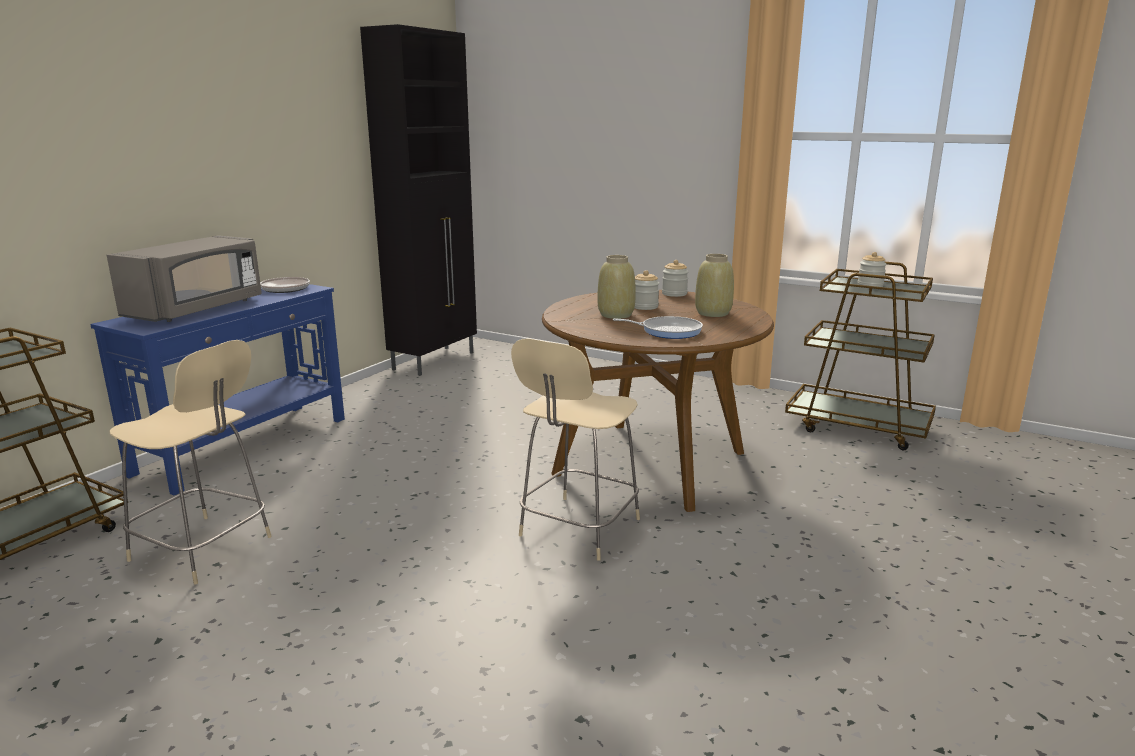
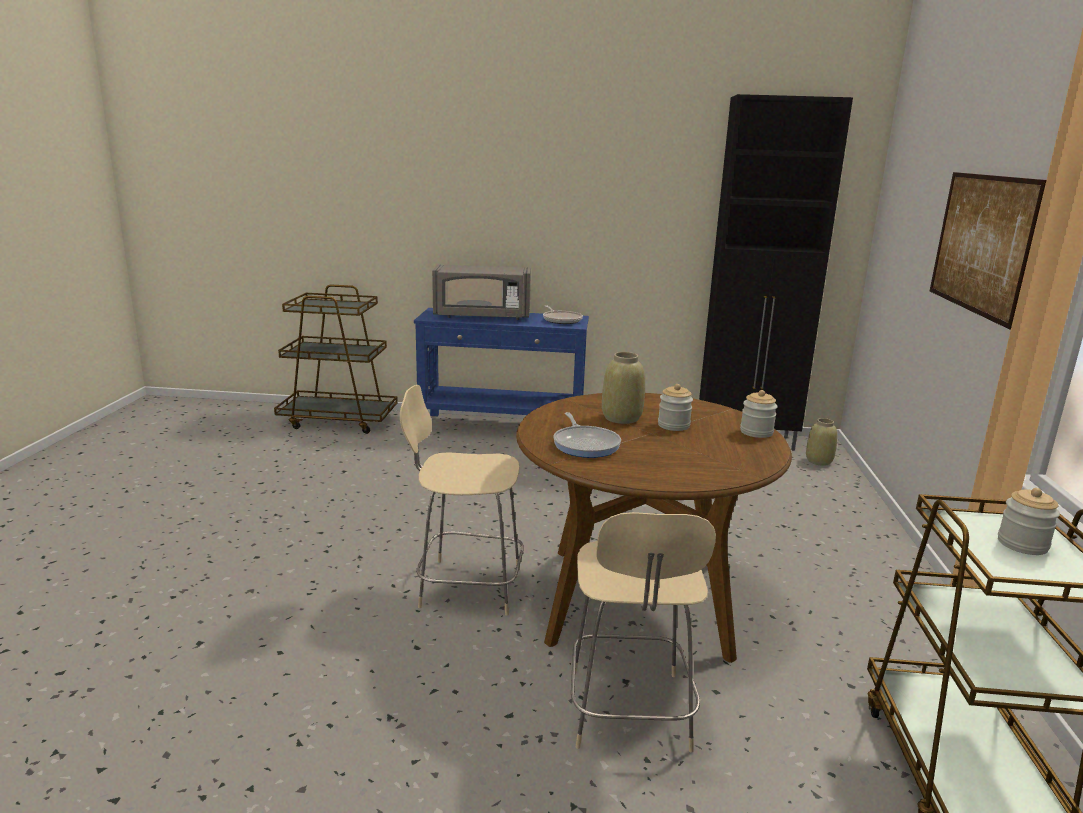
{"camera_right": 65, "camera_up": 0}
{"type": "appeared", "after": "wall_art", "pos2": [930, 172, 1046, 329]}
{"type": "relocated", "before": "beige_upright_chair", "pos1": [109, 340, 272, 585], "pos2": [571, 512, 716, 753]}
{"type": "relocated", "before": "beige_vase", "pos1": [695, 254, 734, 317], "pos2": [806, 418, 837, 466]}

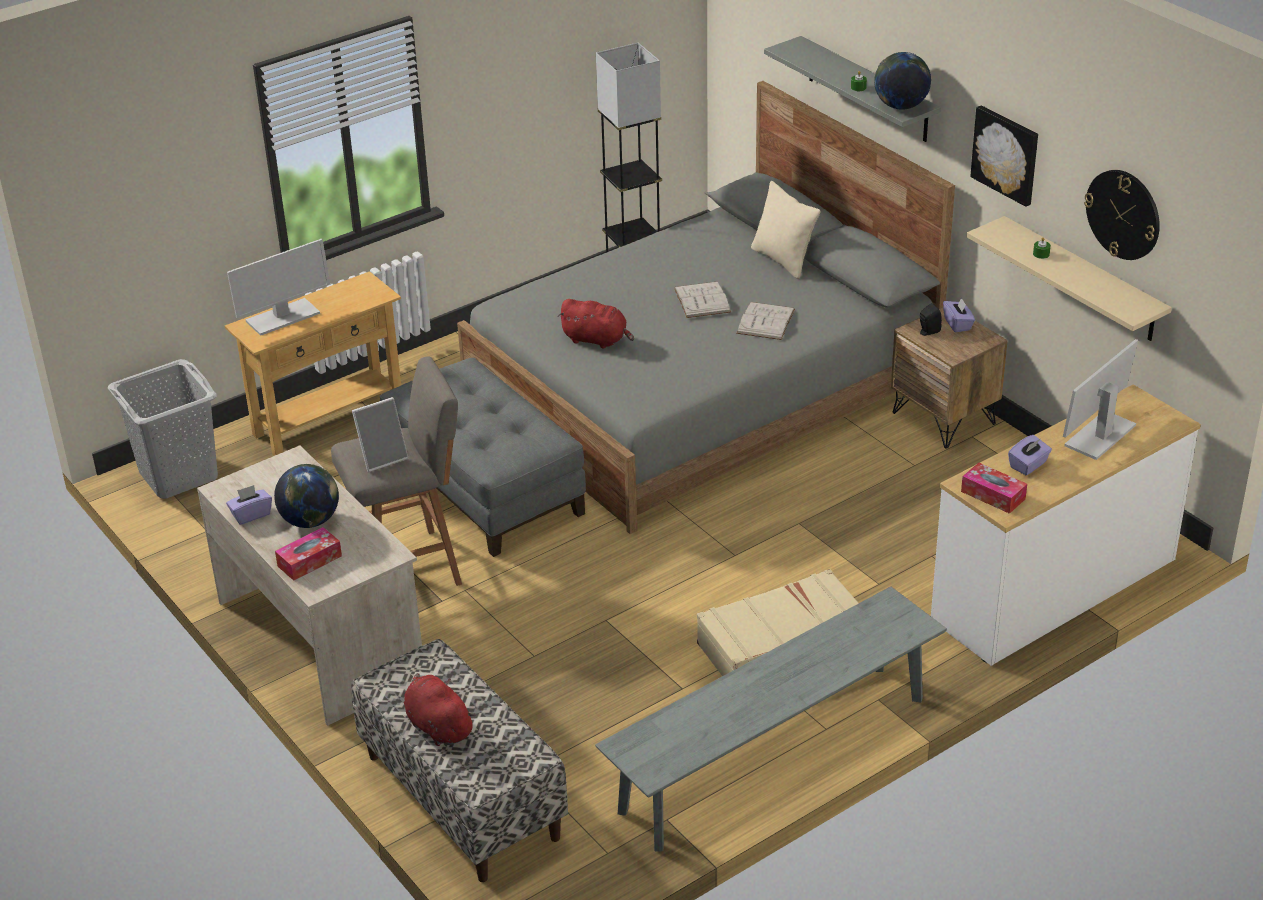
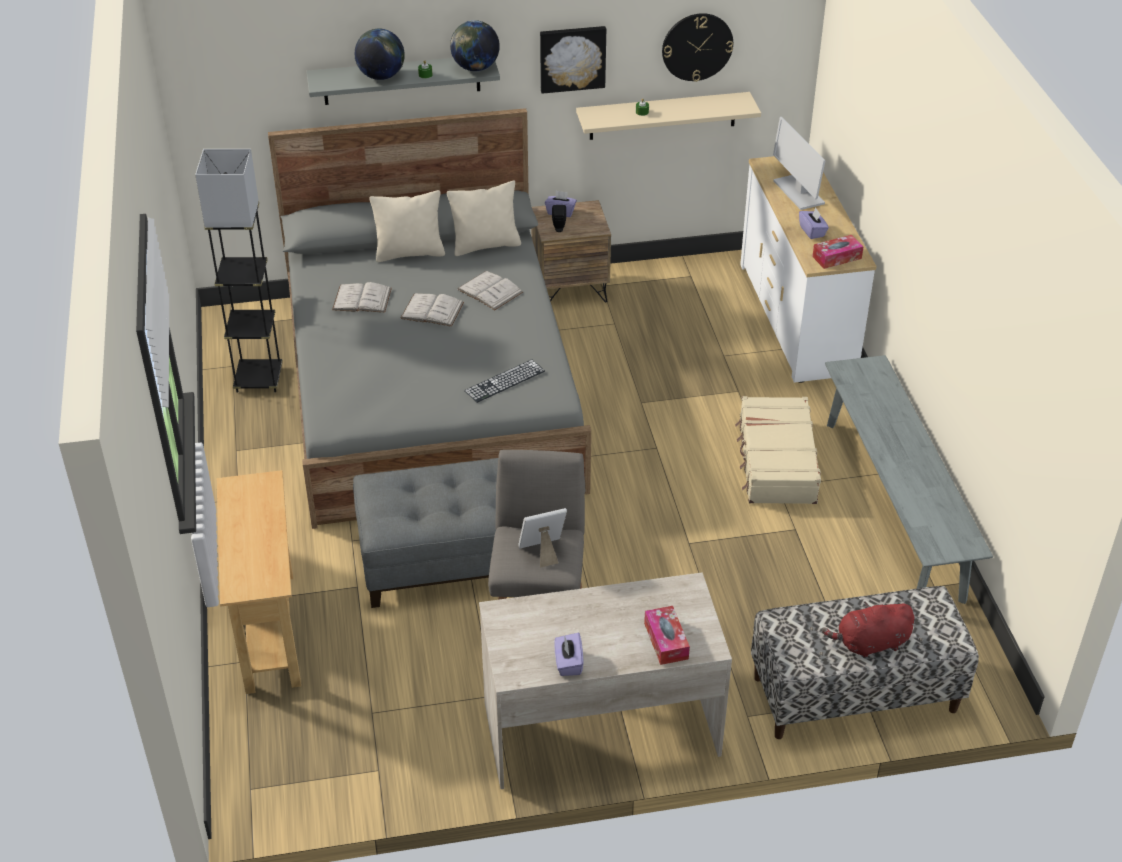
{"camera_right": -65, "camera_up": 5}
{"type": "missing", "before": "gray_hamper", "pos1": [108, 359, 218, 499]}
{"type": "missing", "before": "computer_screen", "pos1": [227, 239, 330, 336]}
{"type": "missing", "before": "reddish_soft_toy", "pos1": [558, 299, 634, 349]}
{"type": "appeared", "after": "white_book", "pos2": [332, 282, 392, 313]}
{"type": "appeared", "after": "beige_pillow", "pos2": [447, 181, 521, 256]}
{"type": "appeared", "after": "PC_keyboard", "pos2": [464, 359, 545, 403]}
{"type": "relocated", "before": "globe", "pos1": [274, 464, 339, 528], "pos2": [355, 29, 405, 80]}
{"type": "spun", "before": "photo_frame", "pos1": [352, 397, 408, 472], "pos2": [518, 508, 567, 568], "turn": -105}

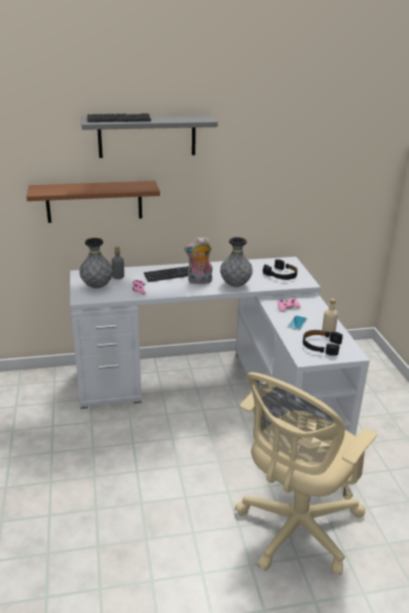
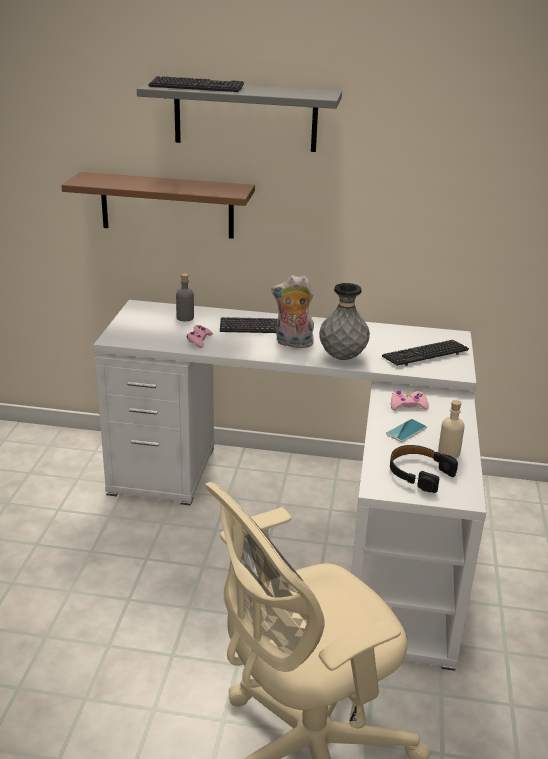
{"camera_right": 20, "camera_up": 0}
{"type": "missing", "before": "gray_vase", "pos1": [79, 238, 113, 288]}
{"type": "exchanged", "before": "black-coloured_headphones", "after": "PC_keyboard", "pos1": [263, 259, 297, 280], "pos2": [382, 340, 469, 366]}

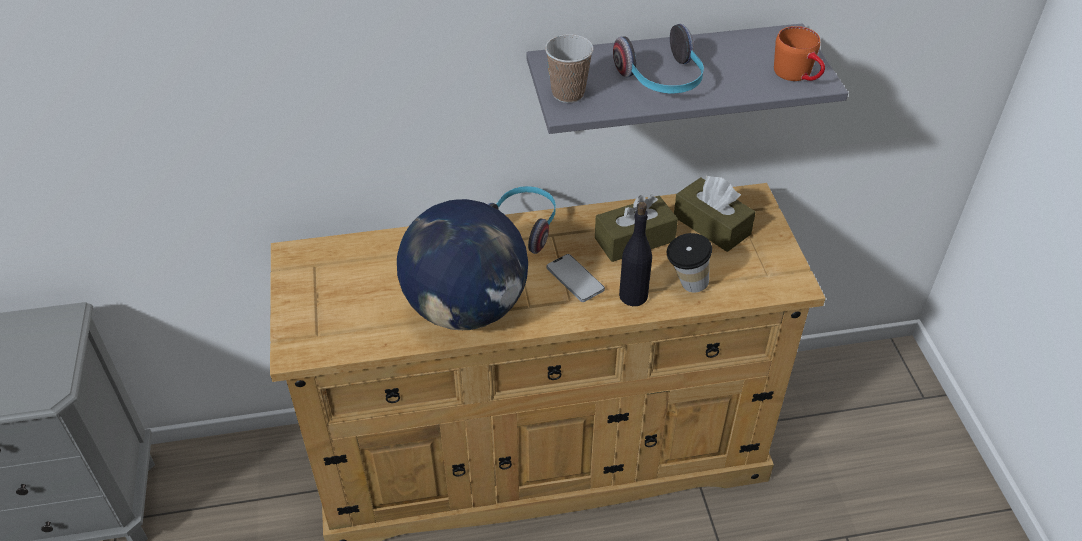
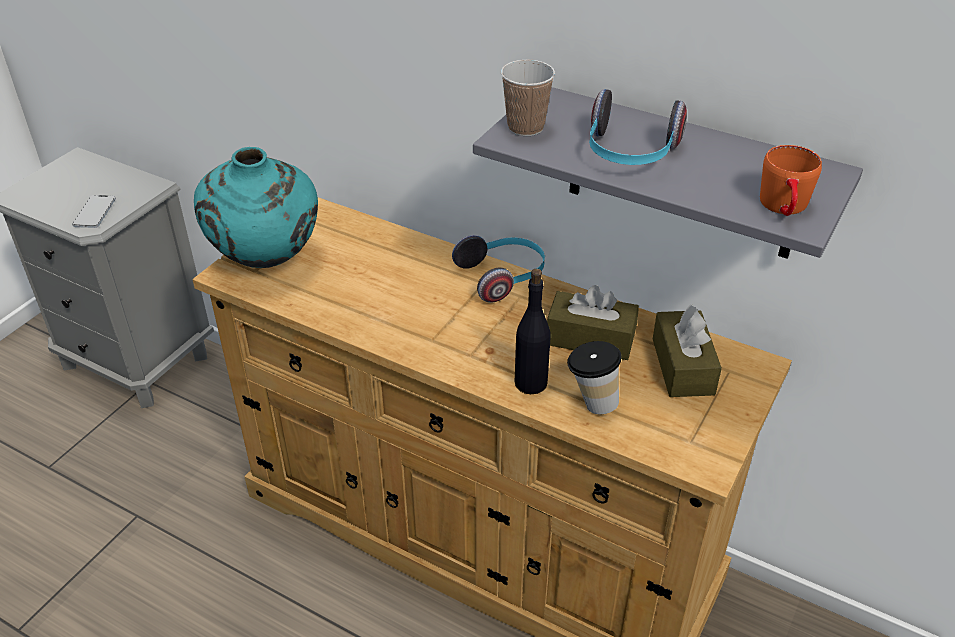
{"camera_right": 40, "camera_up": -5}
{"type": "missing", "before": "globe", "pos1": [397, 199, 528, 330]}
{"type": "appeared", "after": "turquoise_vase", "pos2": [194, 147, 318, 268]}
{"type": "relocated", "before": "phone", "pos1": [547, 254, 605, 302], "pos2": [72, 195, 116, 228]}

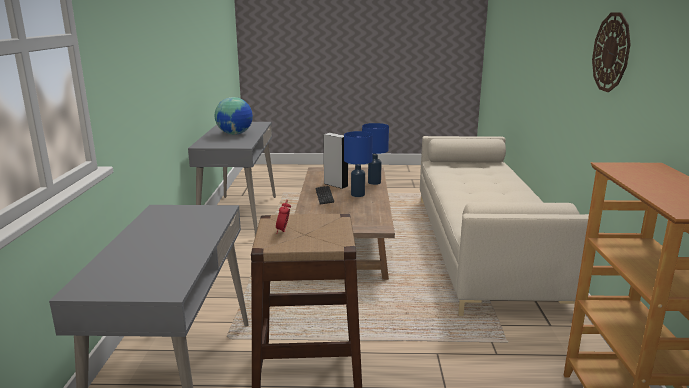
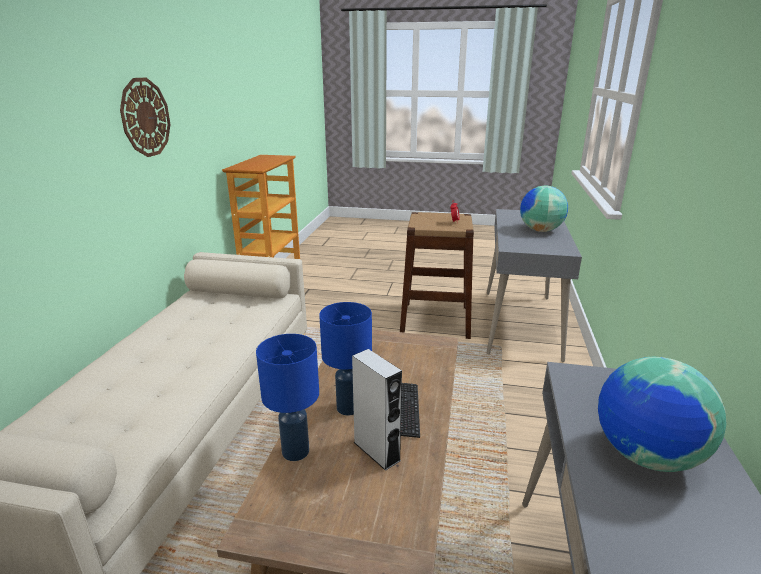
{"camera_right": -170, "camera_up": 5}
{"type": "appeared", "after": "globe", "pos2": [520, 186, 568, 232]}

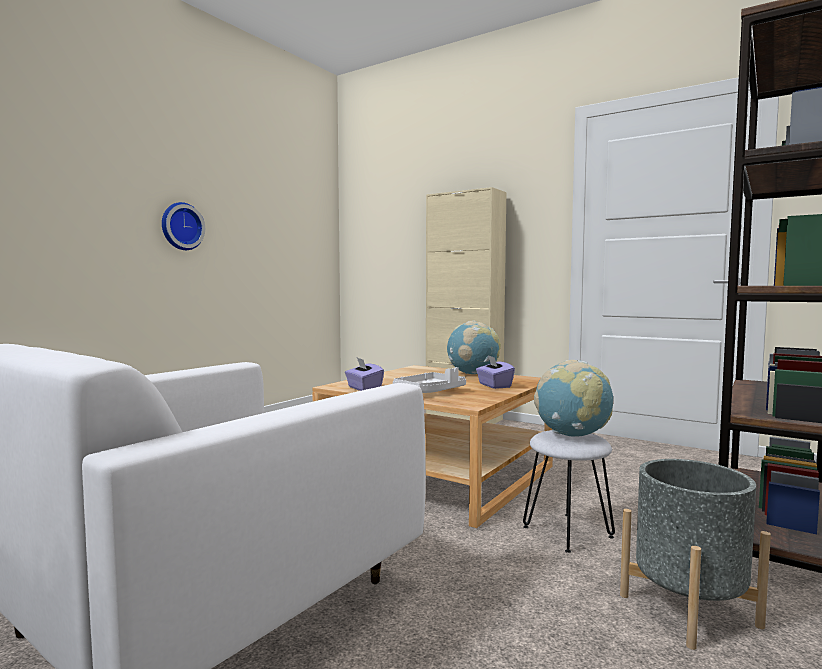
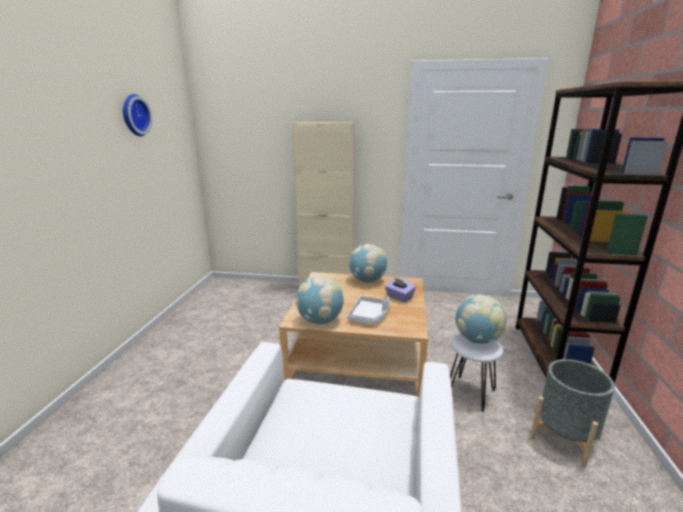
{"camera_right": -25, "camera_up": 15}
{"type": "relocated", "before": "wall_clock", "pos1": [162, 202, 205, 250], "pos2": [123, 94, 152, 136]}
{"type": "exchanged", "before": "purplish_box_of_tissues", "after": "globe", "pos1": [345, 358, 384, 391], "pos2": [295, 276, 343, 324]}

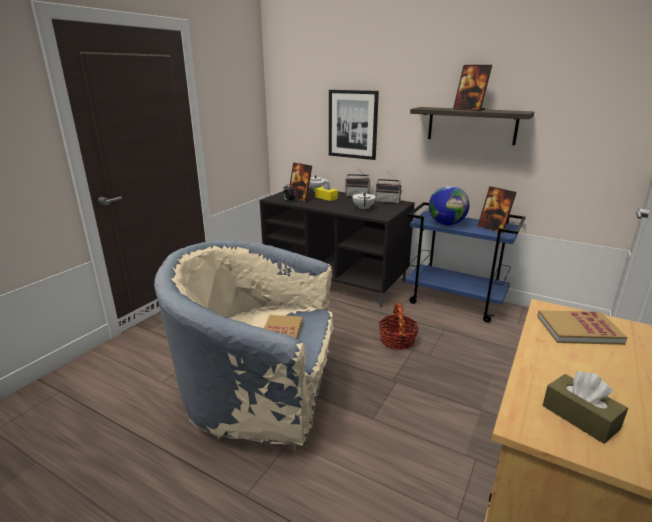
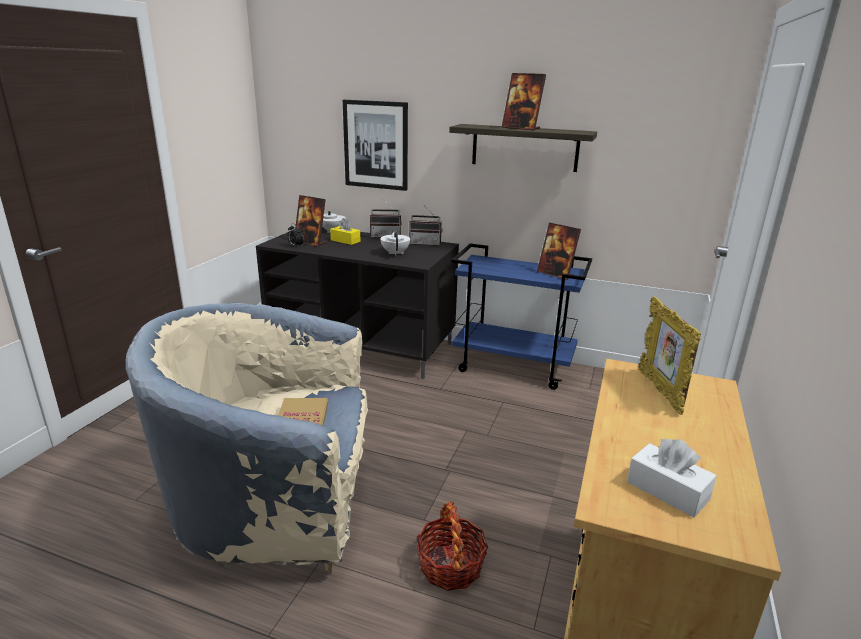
{"camera_right": -10, "camera_up": 0}
{"type": "missing", "before": "globe", "pos1": [429, 186, 470, 225]}
{"type": "relocated", "before": "household_basket", "pos1": [379, 303, 419, 350], "pos2": [416, 501, 488, 591]}
{"type": "exchanged", "before": "book", "after": "photo_frame", "pos1": [537, 310, 628, 345], "pos2": [638, 296, 701, 415]}
{"type": "colour", "before": "brown-coloured_box_of_tissues", "after": "white_box_of_tissues", "pos1": [543, 371, 628, 444], "pos2": [627, 439, 717, 518]}

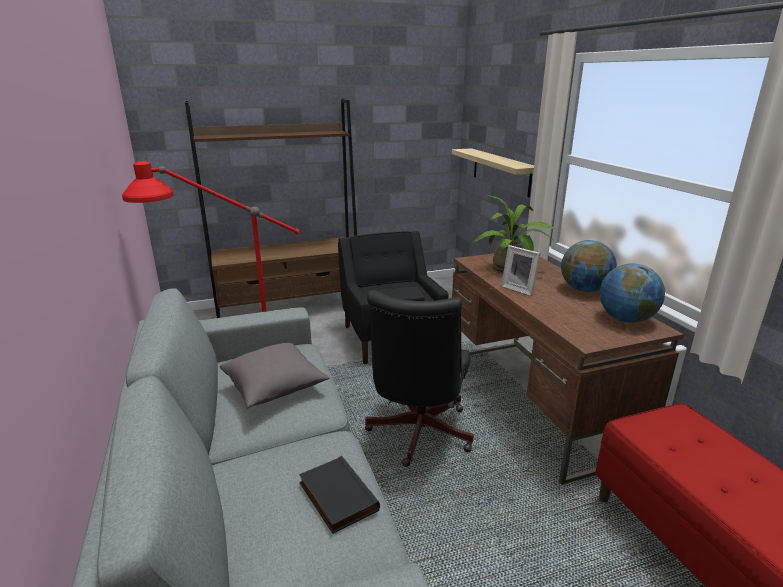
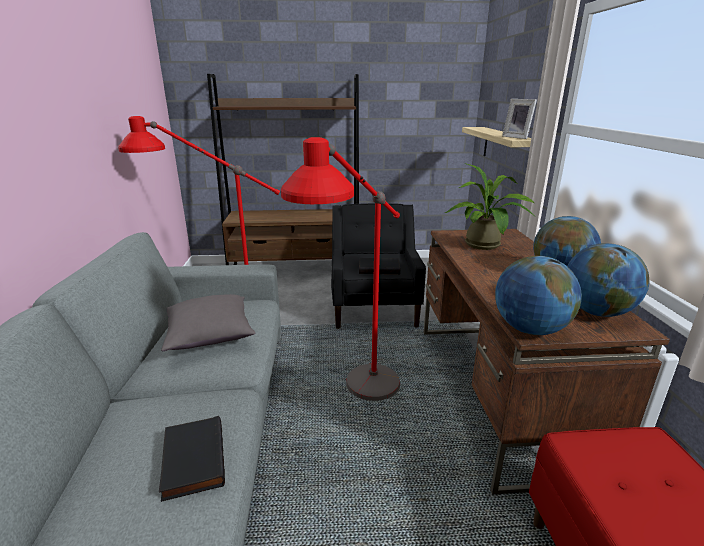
{"camera_right": 15, "camera_up": 0}
{"type": "appeared", "after": "globe", "pos2": [495, 256, 582, 335]}
{"type": "relocated", "before": "photo_frame", "pos1": [501, 245, 541, 296], "pos2": [502, 99, 537, 139]}
{"type": "exchanged", "before": "black-coloured_computer_chair", "after": "reddish_floor_lamp", "pos1": [365, 290, 474, 467], "pos2": [281, 137, 400, 401]}

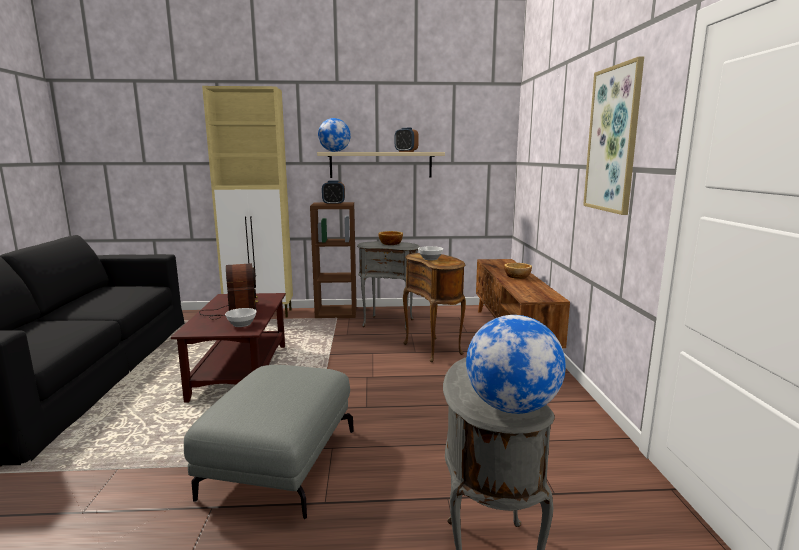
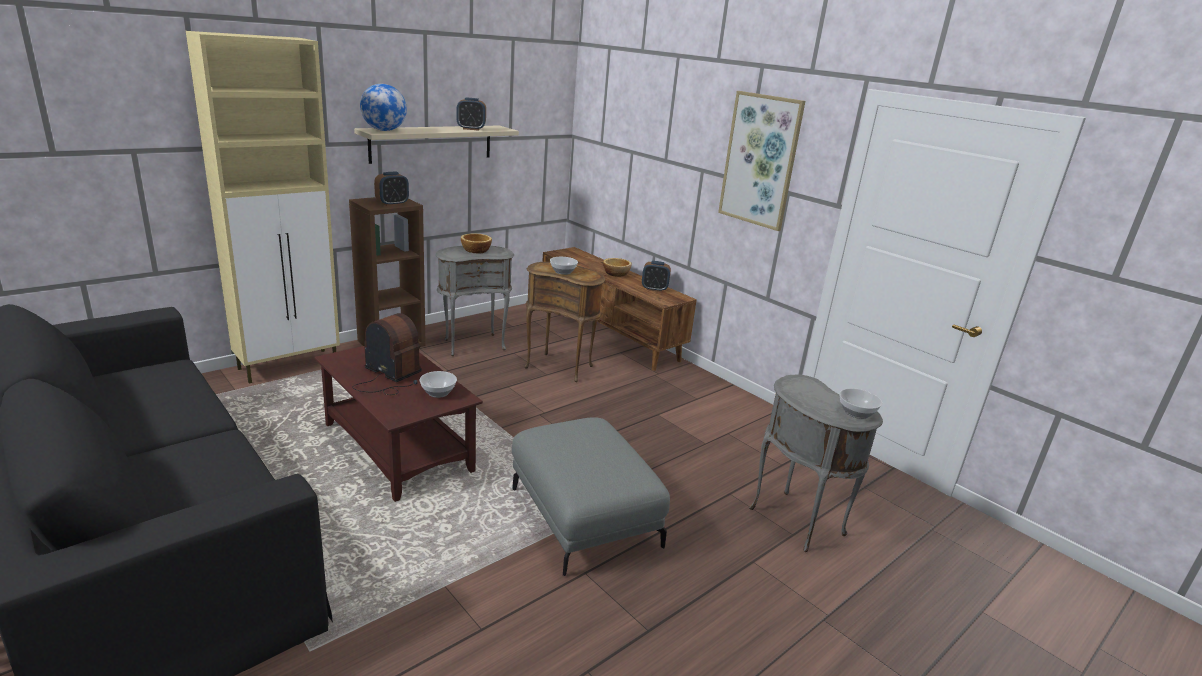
{"camera_right": -40, "camera_up": 10}
{"type": "appeared", "after": "bedside_clock", "pos2": [642, 261, 671, 292]}
{"type": "exchanged", "before": "globe", "after": "serving_bowl", "pos1": [466, 315, 566, 414], "pos2": [839, 388, 882, 419]}

